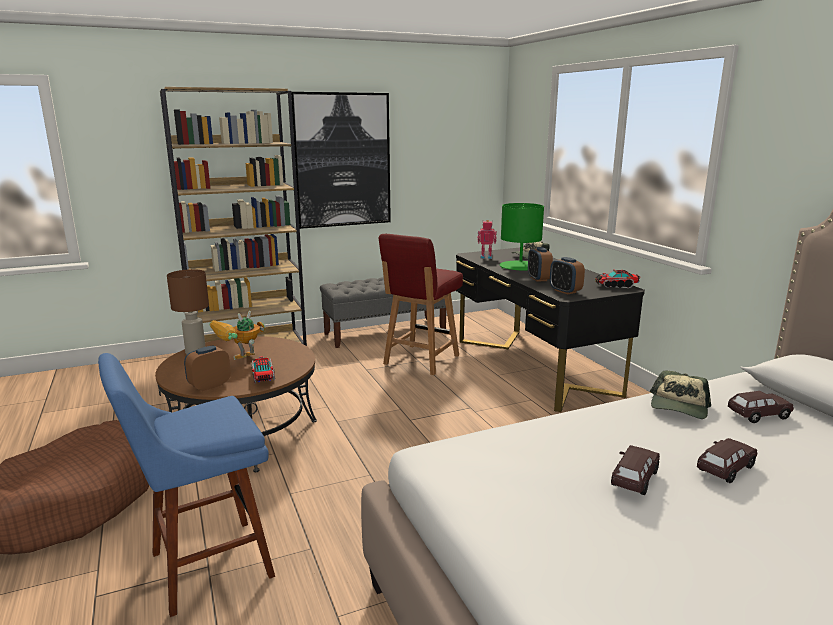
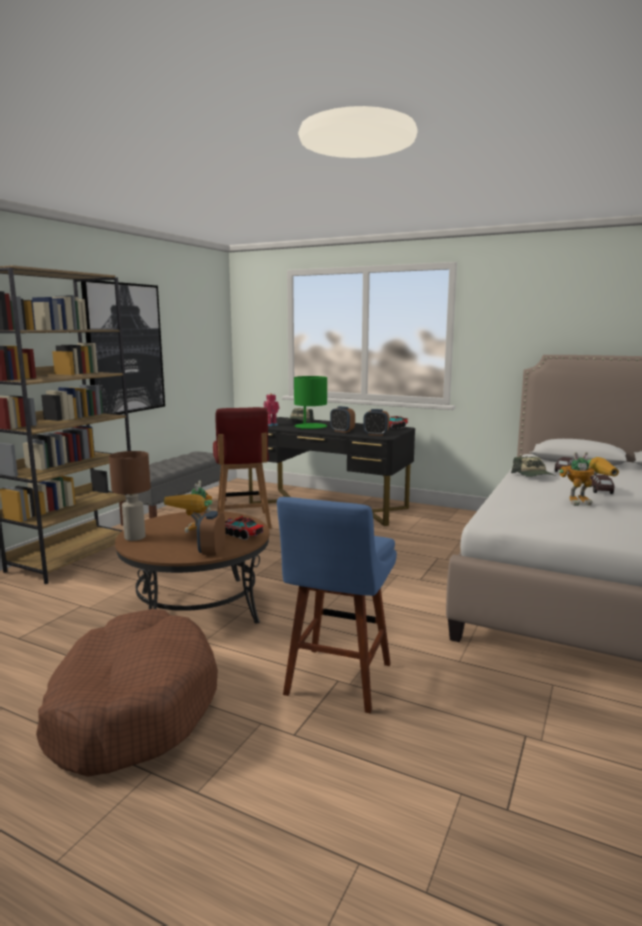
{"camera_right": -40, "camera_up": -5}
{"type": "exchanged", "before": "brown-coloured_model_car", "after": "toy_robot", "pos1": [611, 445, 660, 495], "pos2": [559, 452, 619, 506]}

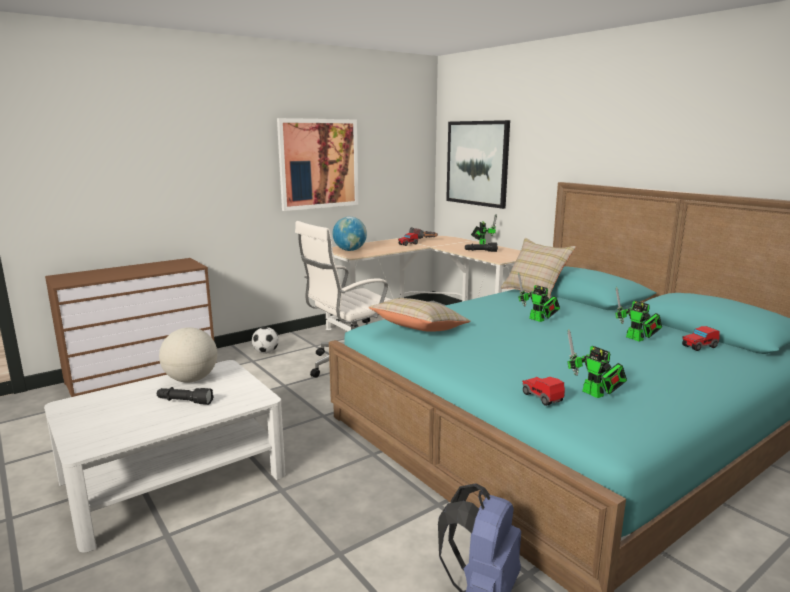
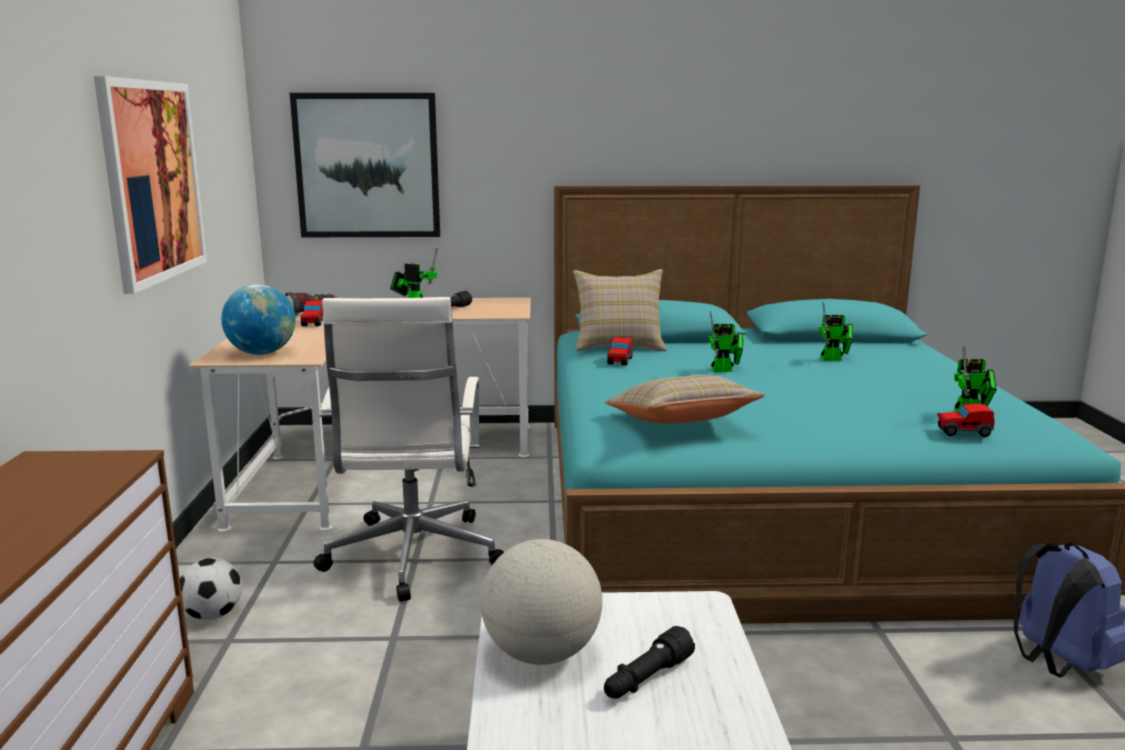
{"camera_right": -55, "camera_up": 0}
{"type": "relocated", "before": "model_car", "pos1": [682, 326, 720, 351], "pos2": [607, 337, 633, 366]}

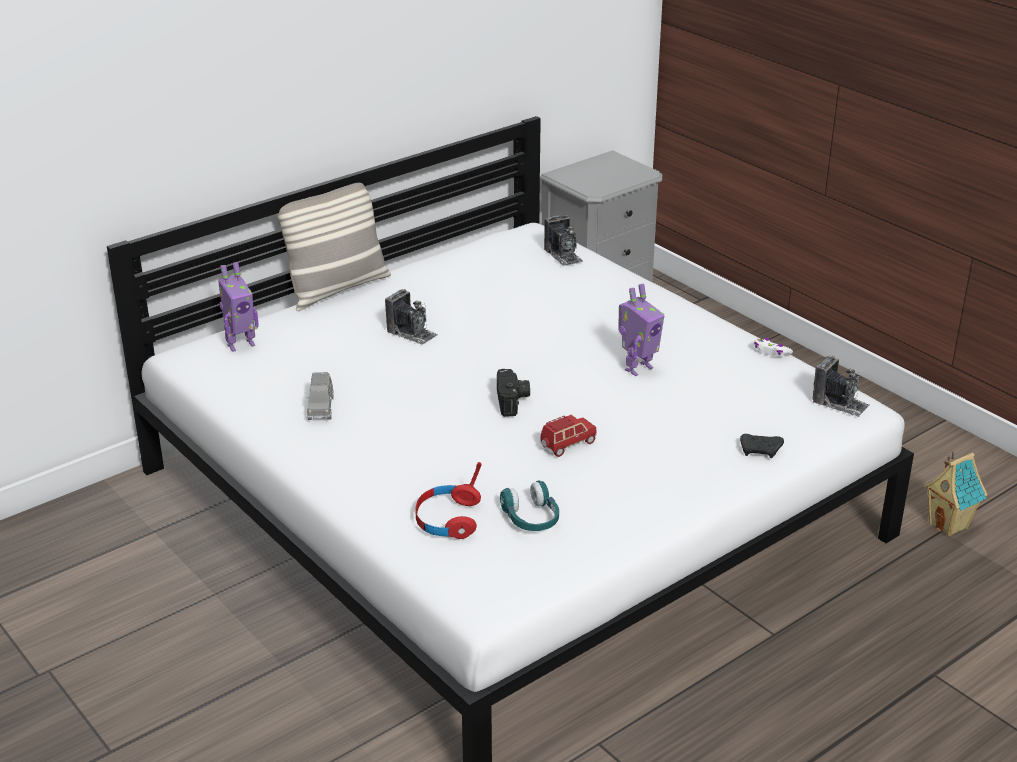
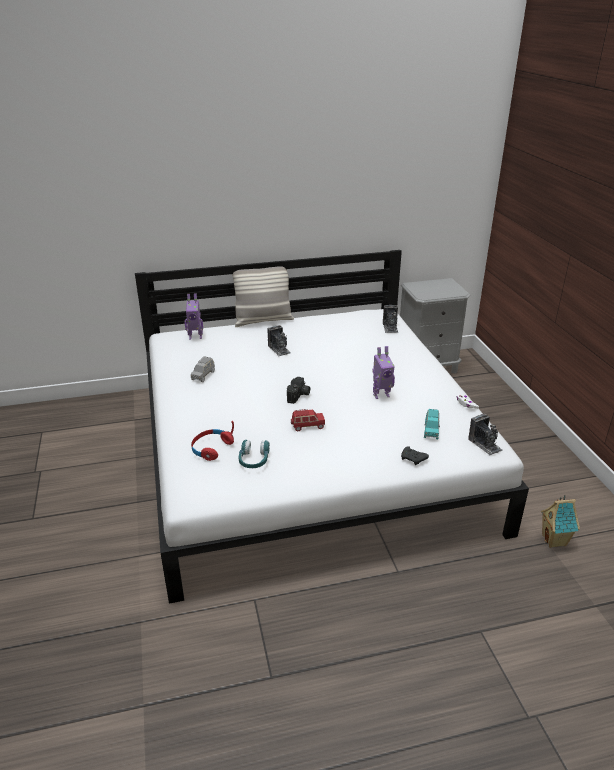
{"camera_right": 25, "camera_up": 0}
{"type": "appeared", "after": "turquoise_model_car", "pos2": [424, 409, 440, 439]}

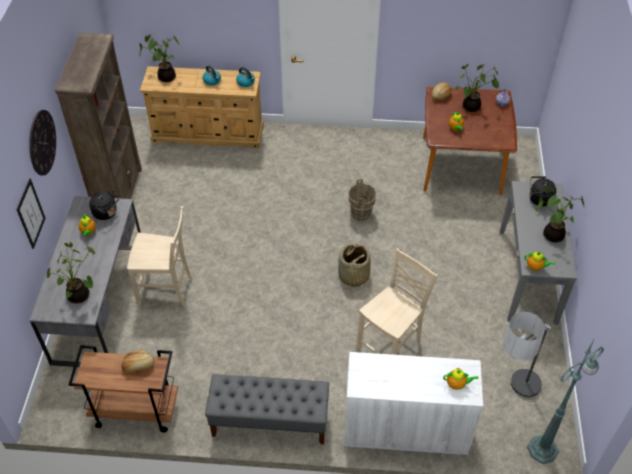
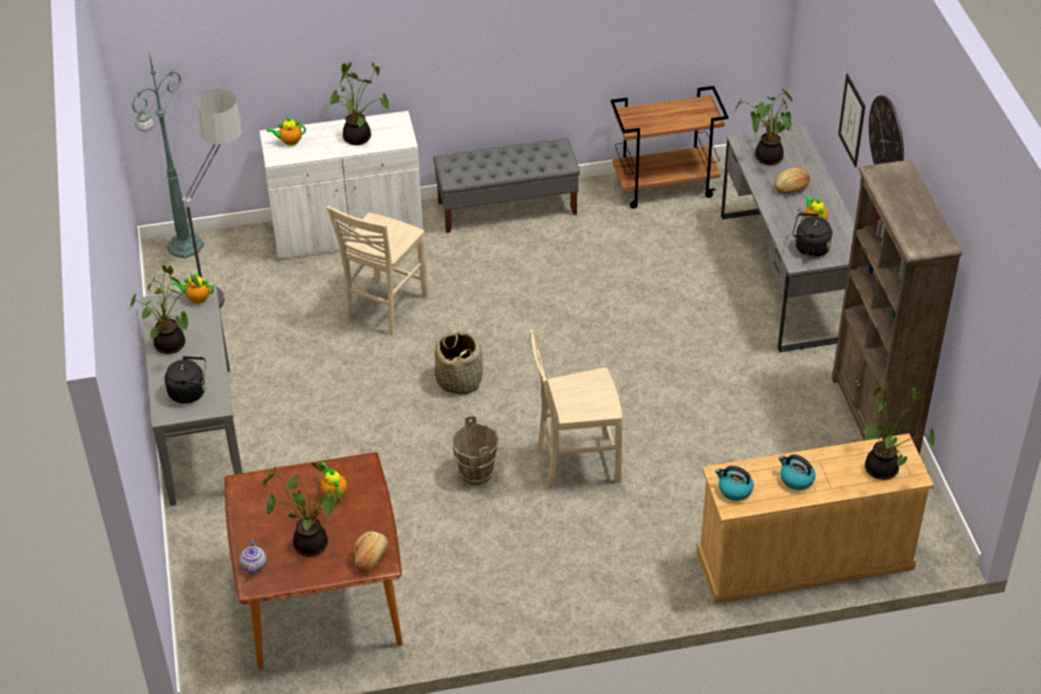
{"camera_right": 165, "camera_up": -5}
{"type": "appeared", "after": "houseplant", "pos2": [330, 62, 389, 145]}
{"type": "relocated", "before": "baked_bread", "pos1": [121, 350, 154, 372], "pos2": [774, 167, 810, 194]}
{"type": "relocated", "before": "beige_upright_chair", "pos1": [127, 206, 192, 308], "pos2": [530, 330, 622, 489]}

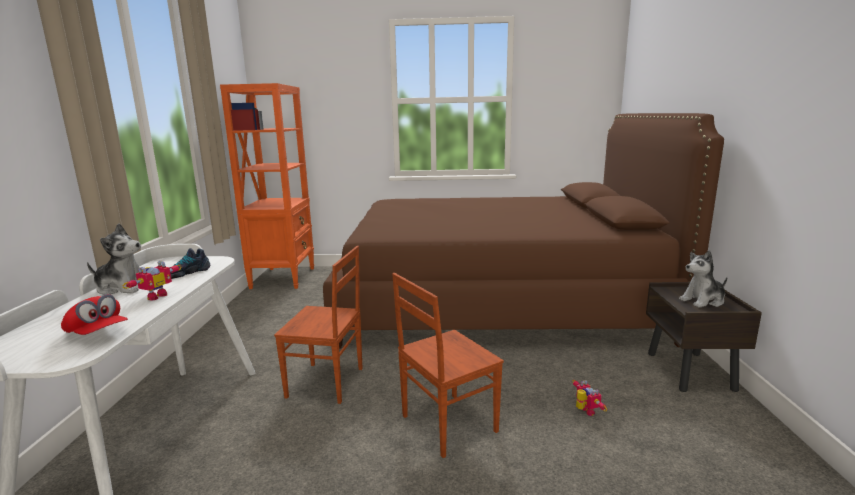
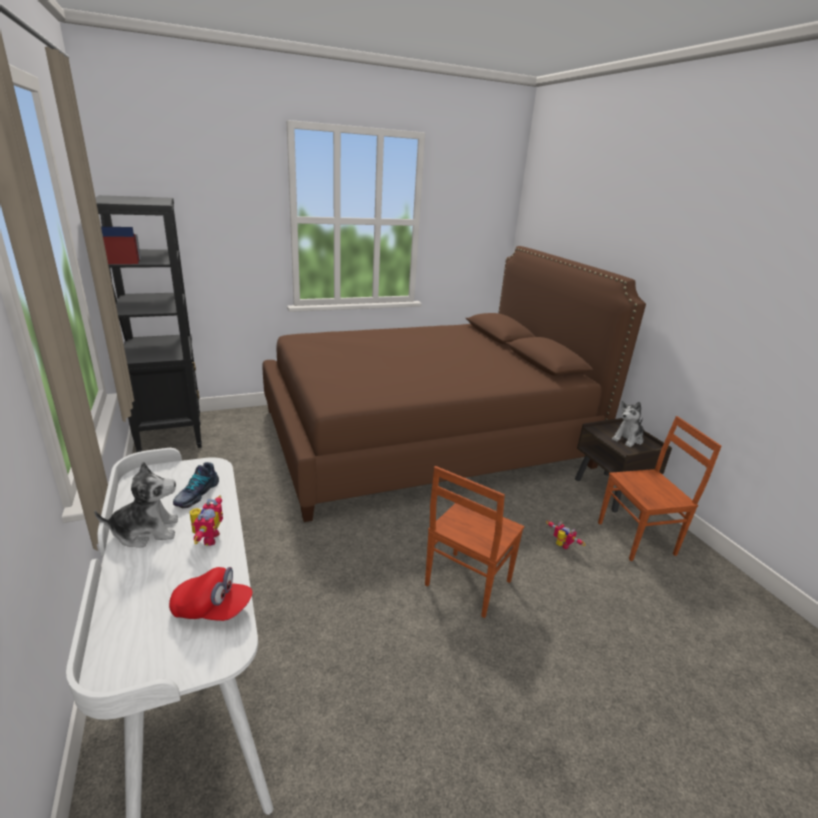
{"camera_right": -25, "camera_up": 10}
{"type": "relocated", "before": "brown-coloured_upright_chair", "pos1": [274, 246, 363, 404], "pos2": [598, 416, 722, 561]}
{"type": "colour", "before": "orangey_shelving_unit", "after": "black-coloured_shelving_unit", "pos1": [220, 83, 314, 289], "pos2": [95, 195, 202, 452]}

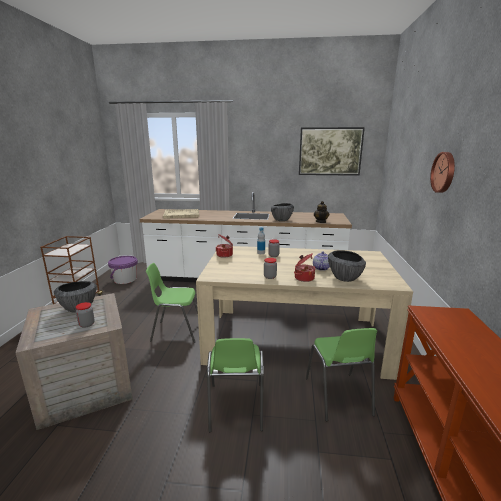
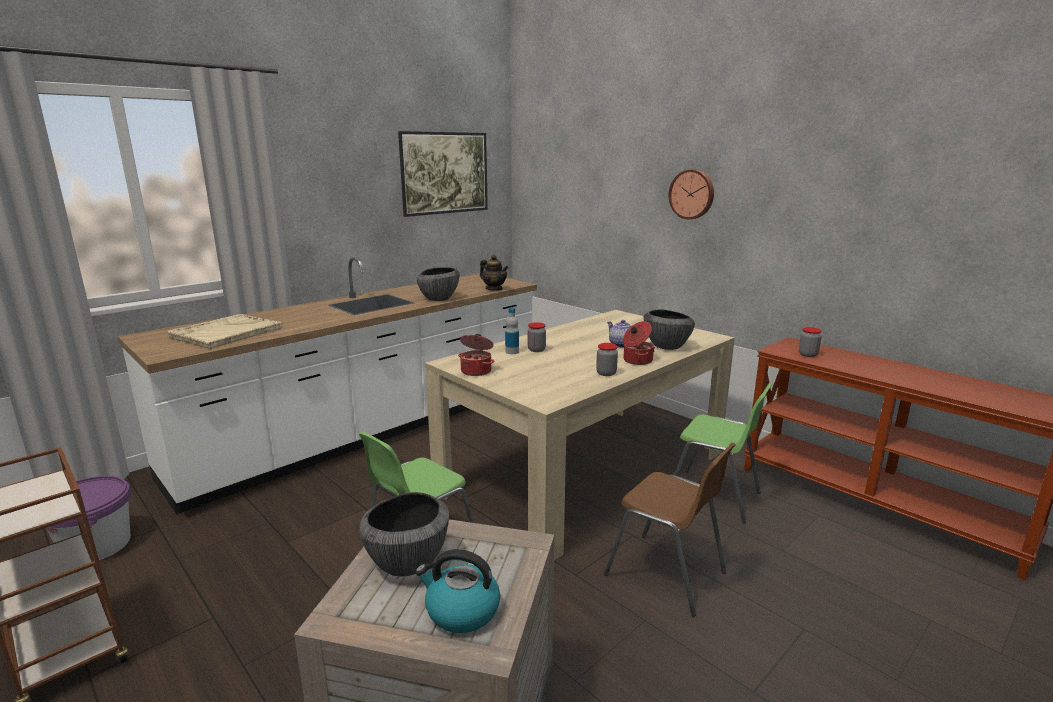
{"camera_right": -50, "camera_up": 0}
{"type": "appeared", "after": "kettle", "pos2": [415, 549, 500, 633]}
{"type": "relocated", "before": "jar", "pos1": [75, 302, 95, 328], "pos2": [799, 327, 822, 357]}
{"type": "colour", "before": "green_upright_chair", "after": "brown-coloured_upright_chair", "pos1": [207, 338, 264, 432], "pos2": [604, 443, 736, 617]}

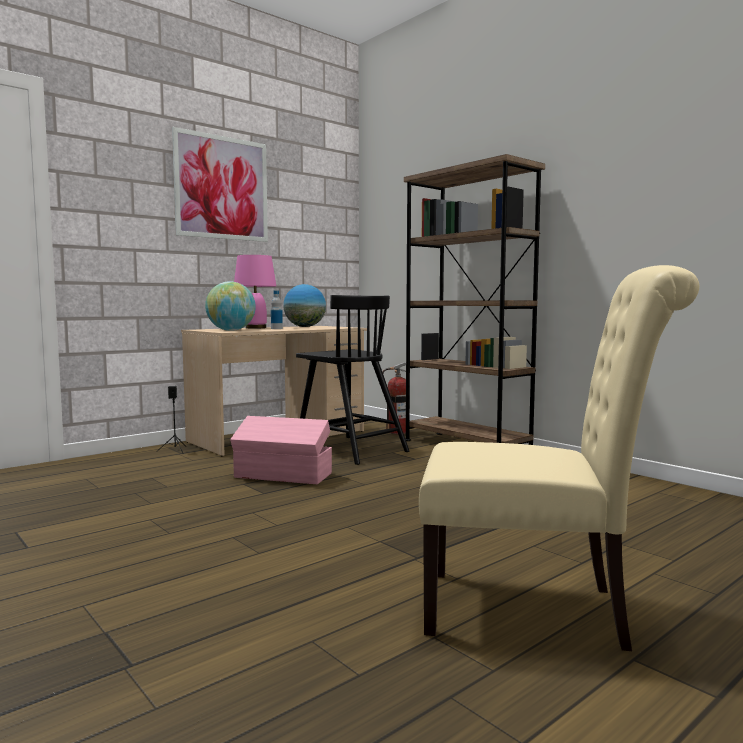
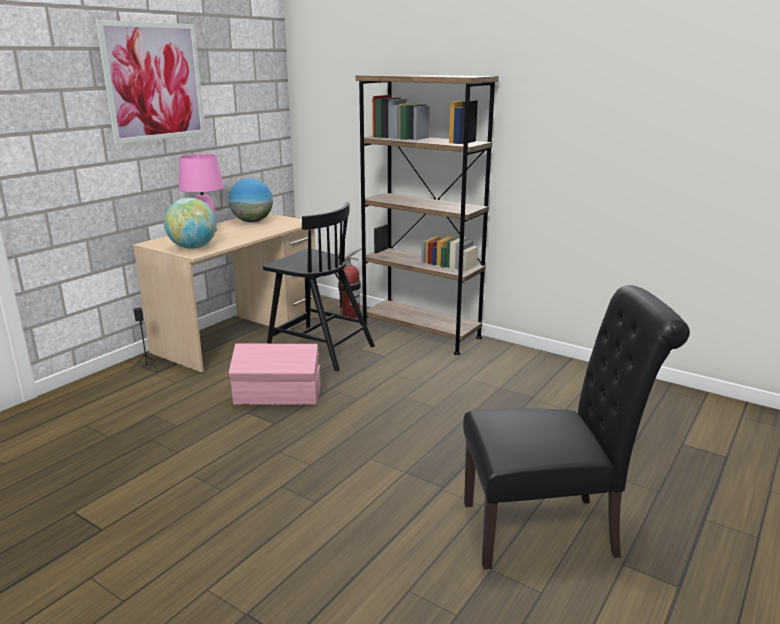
{"camera_right": -15, "camera_up": 15}
{"type": "missing", "before": "beverage_bottle", "pos1": [271, 291, 283, 329]}
{"type": "colour", "before": "beige_upright_chair", "after": "black-coloured_upright_chair", "pos1": [419, 265, 699, 651], "pos2": [463, 285, 690, 569]}

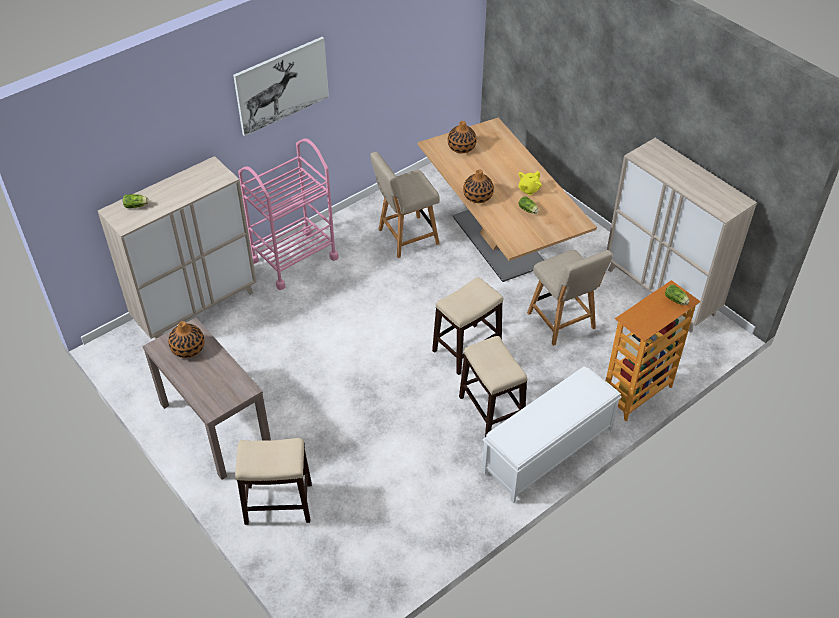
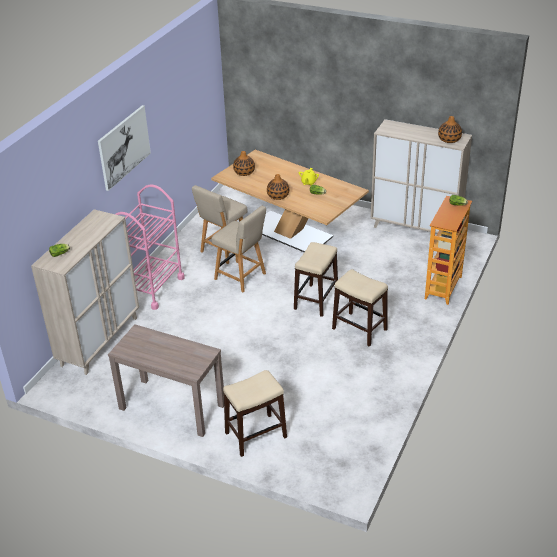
{"camera_right": -25, "camera_up": -10}
{"type": "missing", "before": "white_long_seat", "pos1": [482, 366, 622, 503]}
{"type": "relocated", "before": "vase", "pos1": [168, 321, 204, 358], "pos2": [438, 116, 462, 143]}
{"type": "relocated", "before": "beige_upright_chair", "pos1": [527, 250, 613, 346], "pos2": [212, 206, 266, 292]}

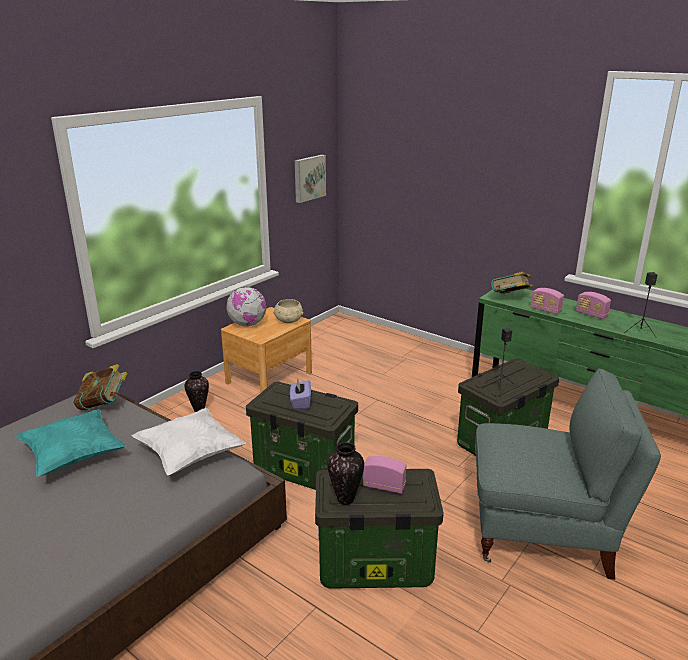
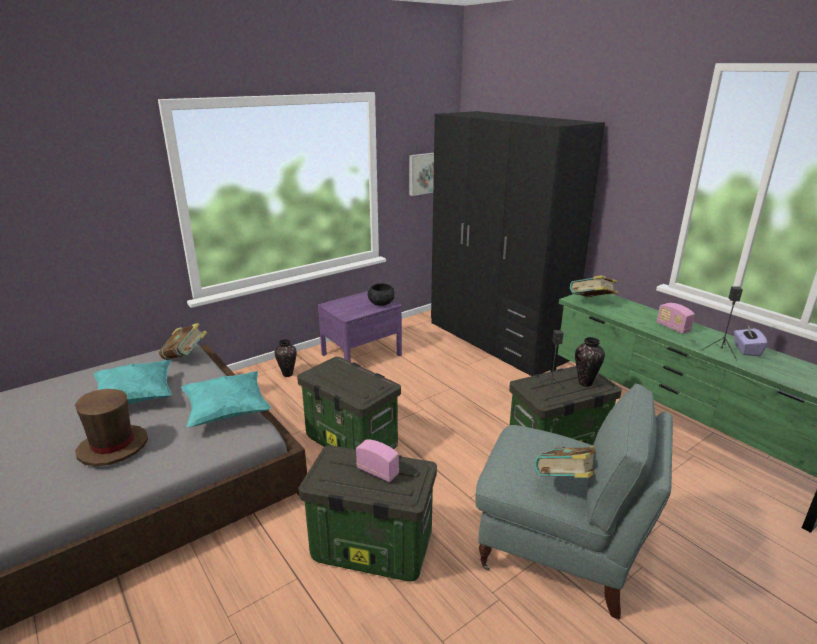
{"camera_right": 15, "camera_up": 0}
{"type": "missing", "before": "globe", "pos1": [226, 287, 267, 326]}
{"type": "missing", "before": "radio", "pos1": [531, 288, 564, 314]}
{"type": "appeared", "after": "brown-coloured_hat", "pos2": [75, 389, 148, 466]}
{"type": "appeared", "after": "black-coloured_wardrobe", "pos2": [431, 111, 605, 376]}
{"type": "appeared", "after": "book", "pos2": [534, 446, 596, 478]}
{"type": "relocated", "before": "purplish_box_of_tissues", "pos1": [290, 378, 311, 409], "pos2": [734, 326, 768, 356]}
{"type": "relocated", "before": "vase", "pos1": [327, 442, 364, 505], "pos2": [575, 337, 605, 387]}
{"type": "colour", "before": "white_pillow", "after": "turquoise_pillow", "pos1": [131, 408, 246, 475], "pos2": [181, 371, 271, 427]}
{"type": "colour", "before": "brown-coloured_nightstand", "after": "purplish_nightstand", "pos1": [221, 307, 312, 392], "pos2": [318, 291, 402, 362]}
{"type": "colour", "before": "beige_serving_bowl", "after": "black-coloured_serving_bowl", "pos1": [273, 299, 303, 323], "pos2": [367, 283, 394, 306]}

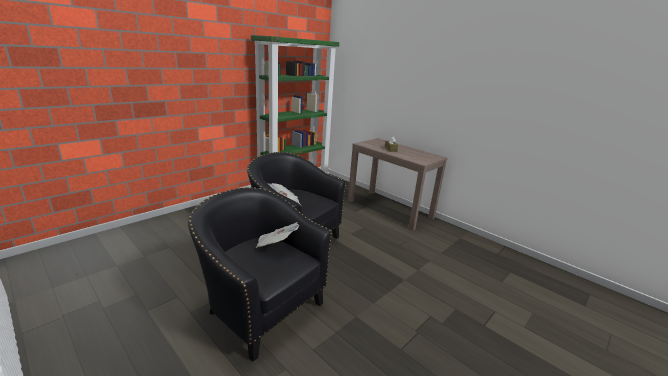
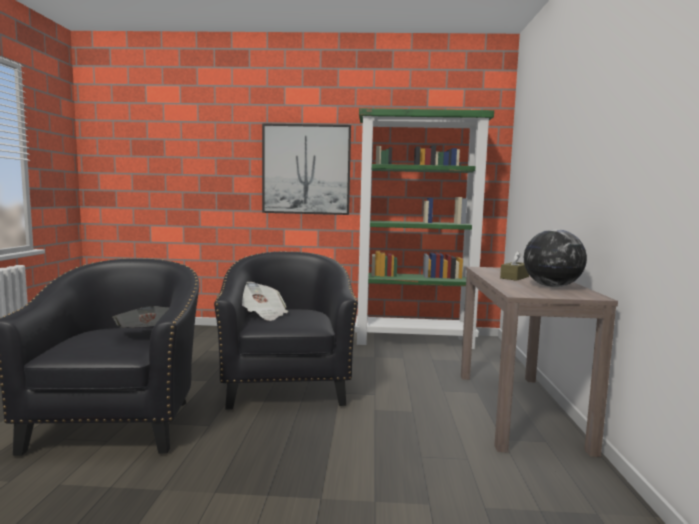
{"camera_right": 50, "camera_up": -15}
{"type": "appeared", "after": "wall_art", "pos2": [262, 123, 351, 215]}
{"type": "appeared", "after": "globe", "pos2": [524, 229, 587, 287]}

